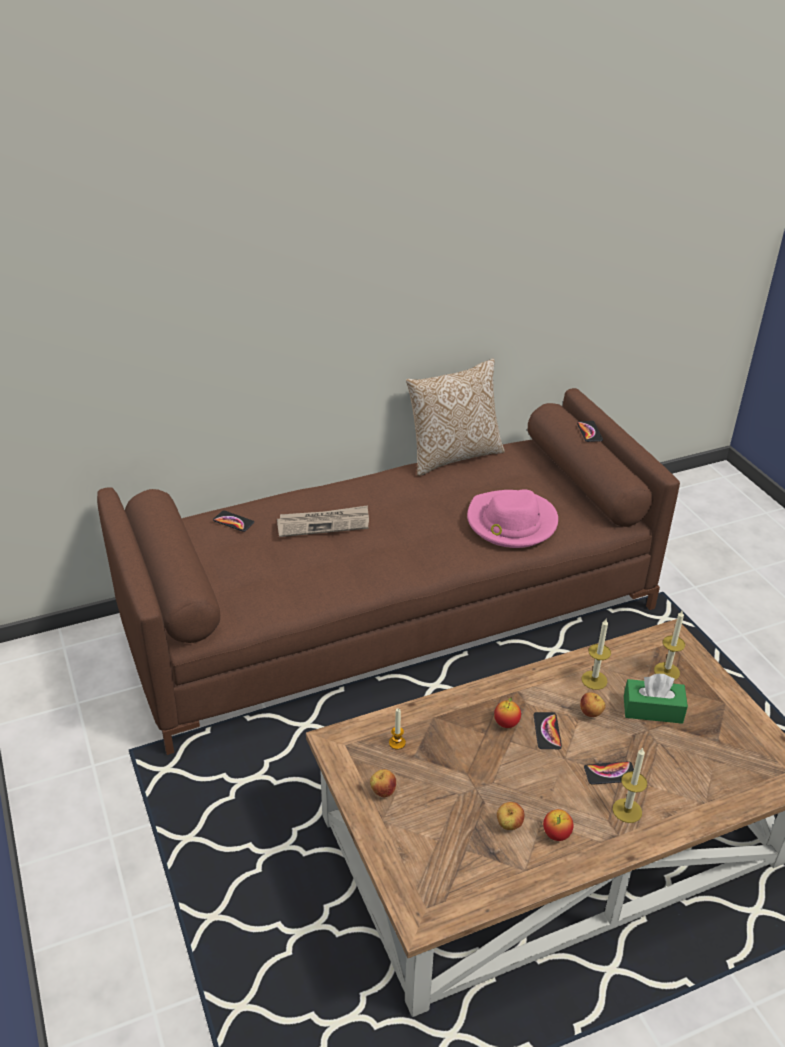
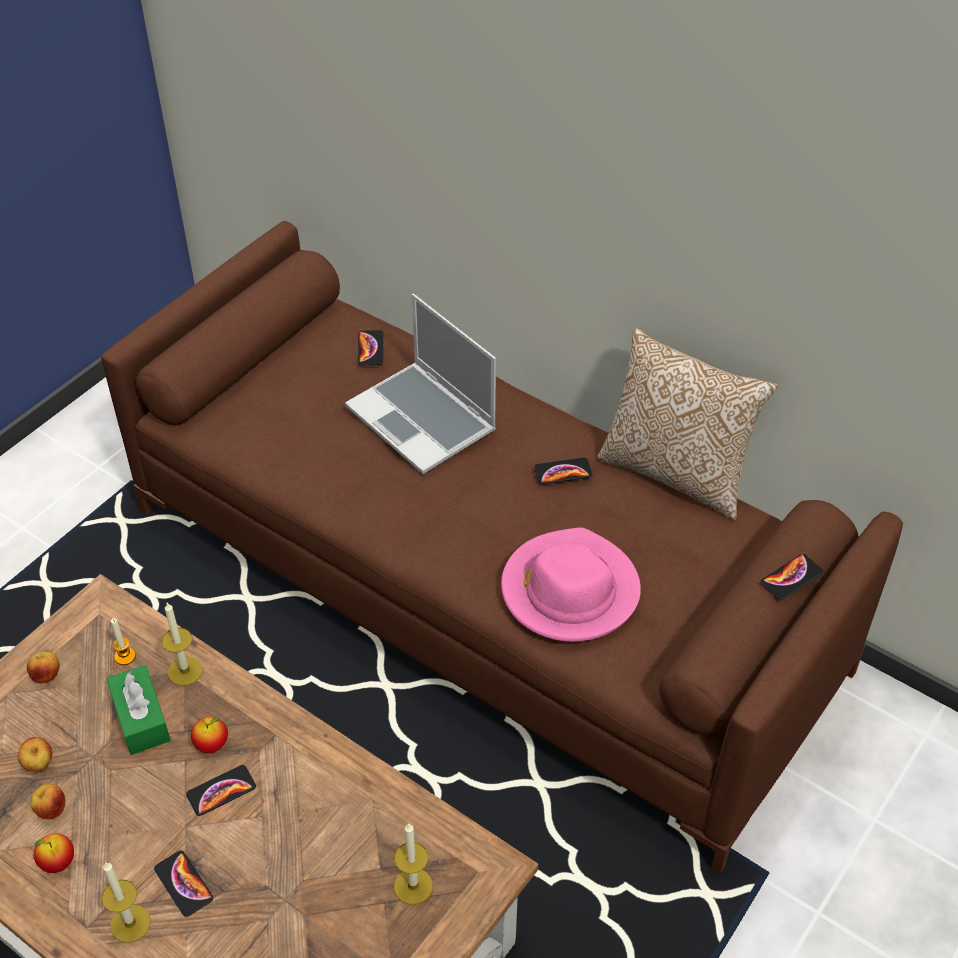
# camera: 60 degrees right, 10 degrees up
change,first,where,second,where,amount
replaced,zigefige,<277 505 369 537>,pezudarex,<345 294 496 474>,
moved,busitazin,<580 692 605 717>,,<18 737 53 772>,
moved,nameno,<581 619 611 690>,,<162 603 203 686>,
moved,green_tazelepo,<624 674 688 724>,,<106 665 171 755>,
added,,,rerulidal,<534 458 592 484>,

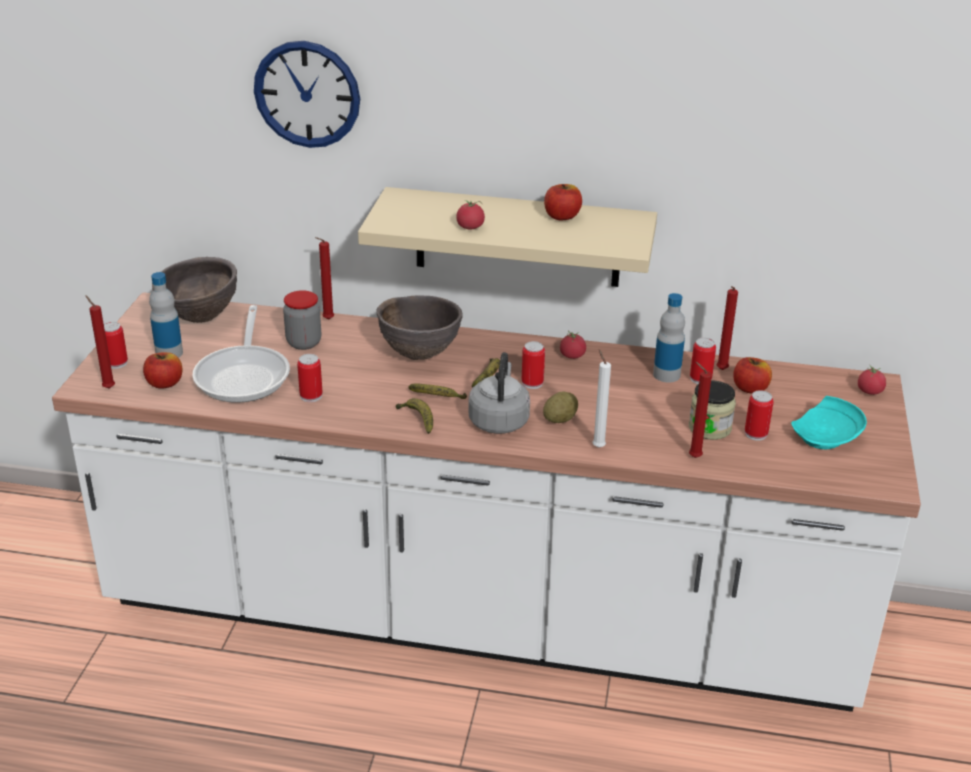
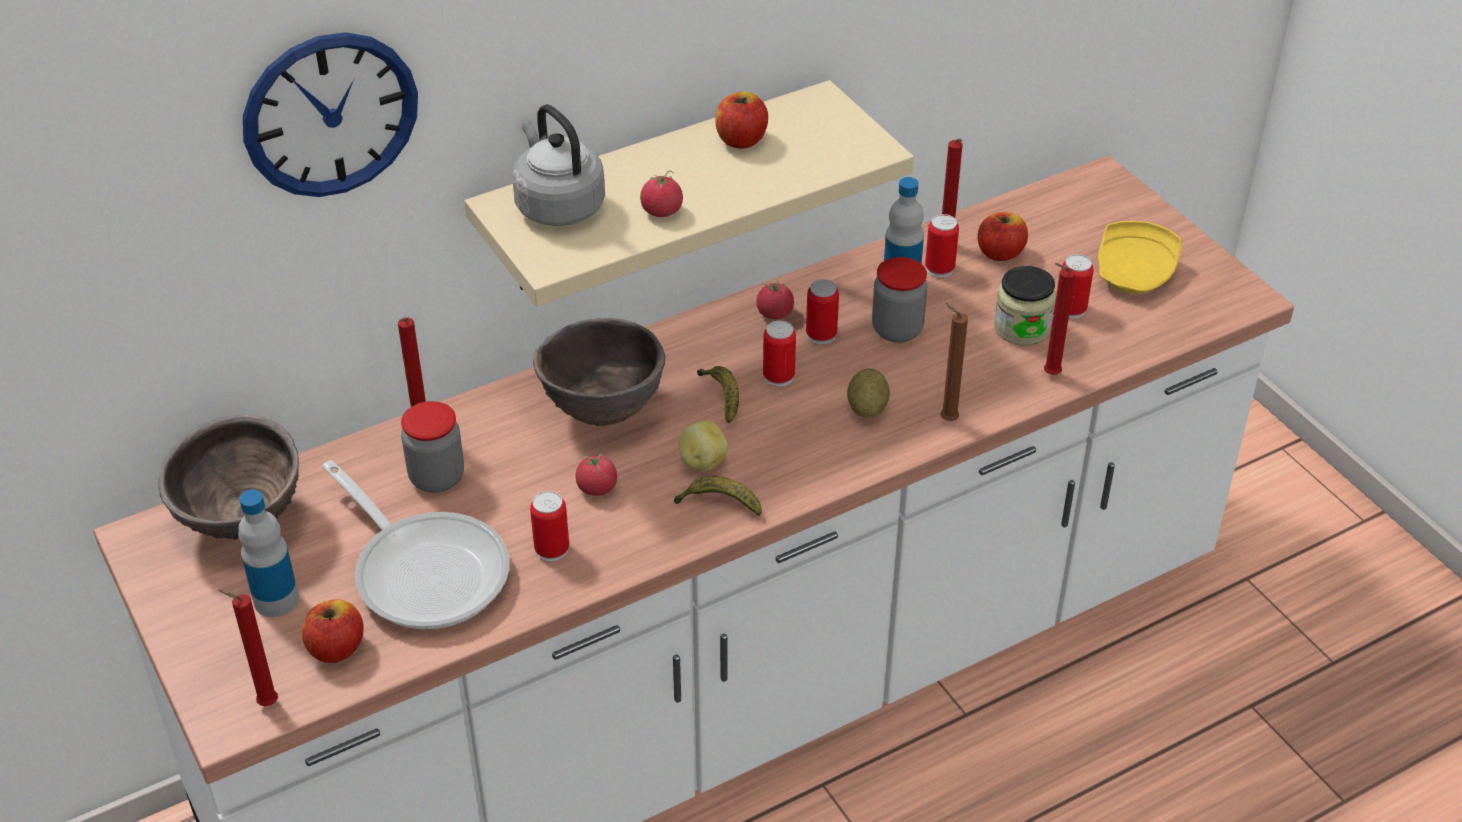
# camera: 40 degrees left, 10 degrees up
change,first,where,second,where,amount
moved,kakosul,<104 322 128 369>,,<806 279 839 345>,
replaced,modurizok,<408 383 467 399>,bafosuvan,<678 421 728 471>,
moved,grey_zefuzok,<468 352 530 434>,,<512 104 605 226>,
recoloured,white_nameno,<592 349 611 448>,brown_nameno,<941 302 968 421>,
recoloured,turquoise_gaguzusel,<791 396 867 449>,yellow_gaguzusel,<1098 221 1181 294>,
moved,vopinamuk,<858 365 886 395>,,<576 453 617 496>,
added,,,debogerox,<872 257 928 343>,

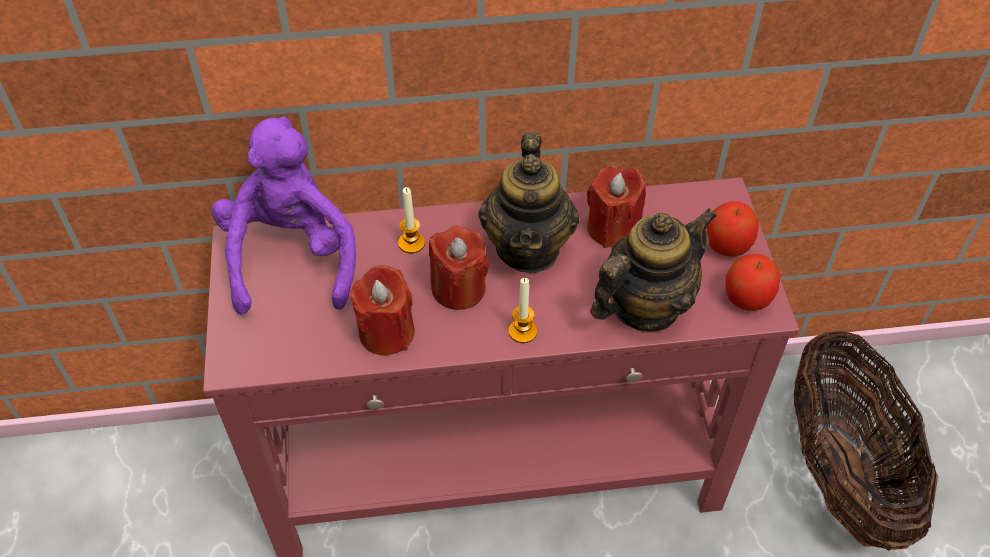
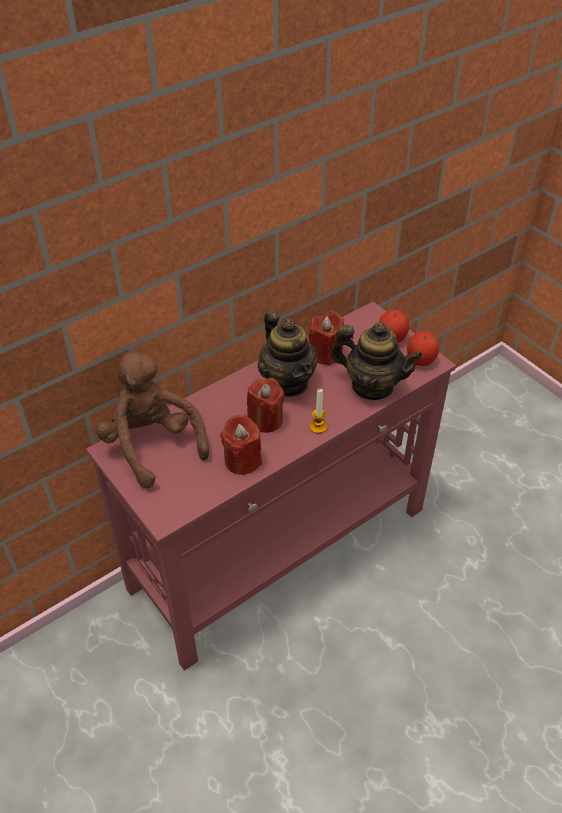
# camera: 30 degrees left, 5 degrees down
change,first,where,second,where,amount
recoloured,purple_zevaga,<211 116 356 315>,brown_zevaga,<96 352 209 489>,
removed,nameno,<398 187 425 253>,,,
turned,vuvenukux,<590 208 717 331>,,<330 322 423 400>,90 degrees clockwise
removed,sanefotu,<794 331 938 551>,,,

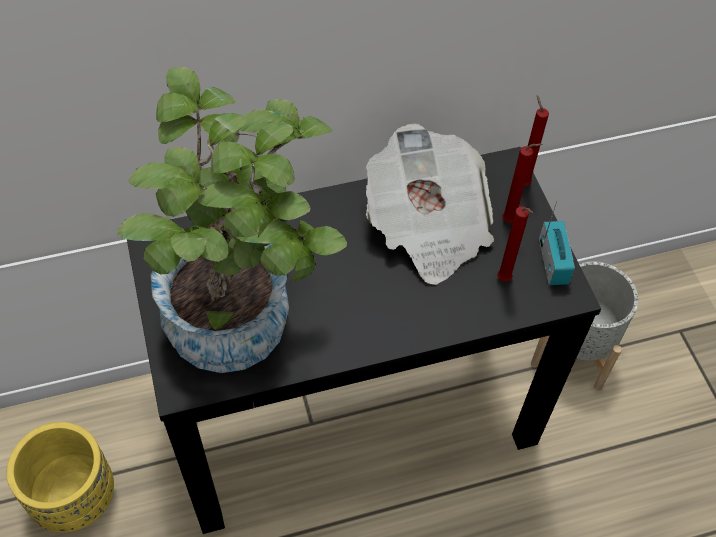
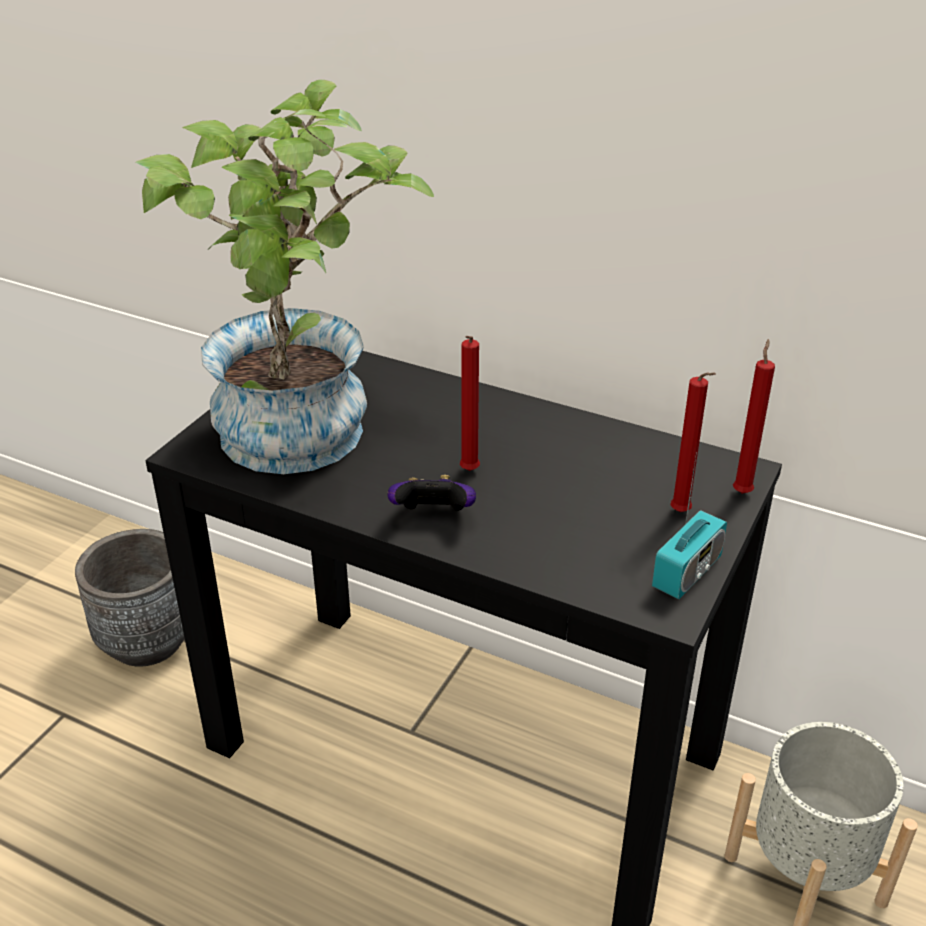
# camera: 45 degrees right, 20 degrees down
change,first,where,second,where,amount
recoloured,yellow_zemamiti,<7 422 114 533>,grey_zemamiti,<75 529 185 667>,
removed,zigefige,<366 123 494 285>,,,
moved,red_nameno,<497 206 533 282>,,<460 336 480 471>,
added,,,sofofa,<388 475 476 511>,

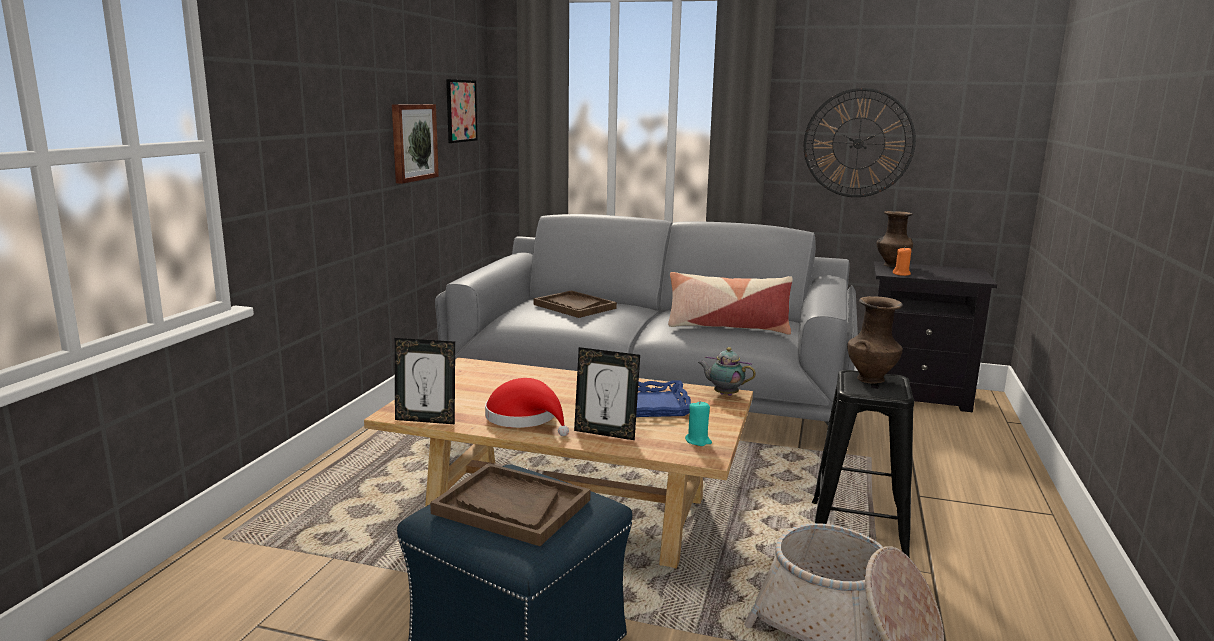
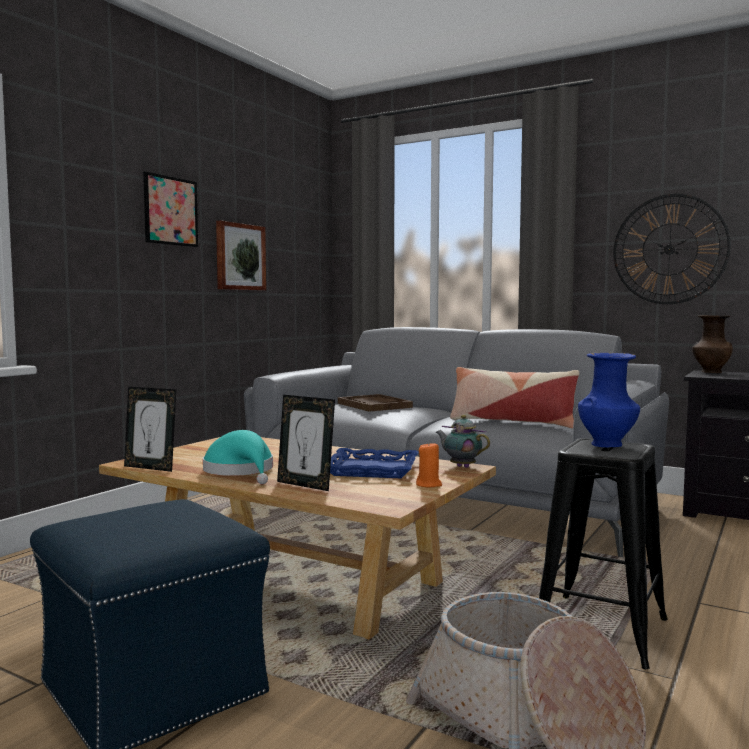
# camera: 15 degrees right, 10 degrees down
change,first,where,second,where,amount
removed,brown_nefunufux,<430 463 590 546>,,,
moved,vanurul,<446 79 477 143>,,<143 172 198 247>,
recoloured,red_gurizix,<485 378 569 436>,turquoise_gurizix,<203 430 273 484>,
removed,turquoise_nameno,<685 401 712 446>,,,
recoloured,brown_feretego,<847 296 903 384>,blue_feretego,<578 353 640 447>,
moved,orange_nameno,<893 247 911 276>,,<416 442 442 487>,

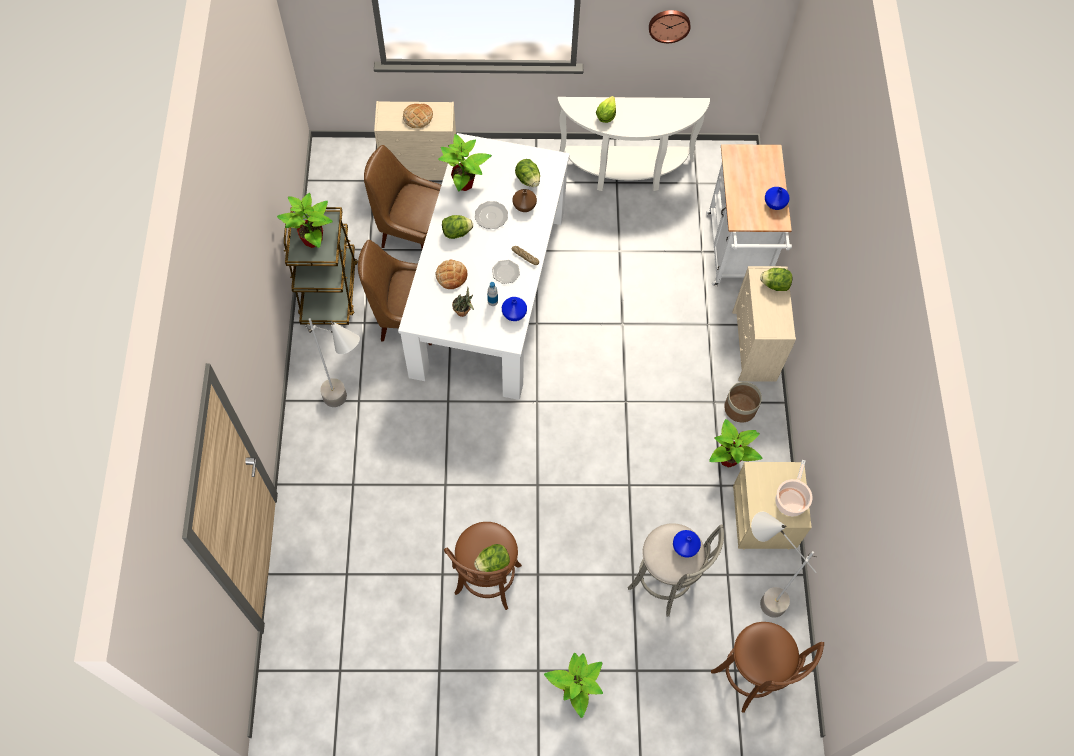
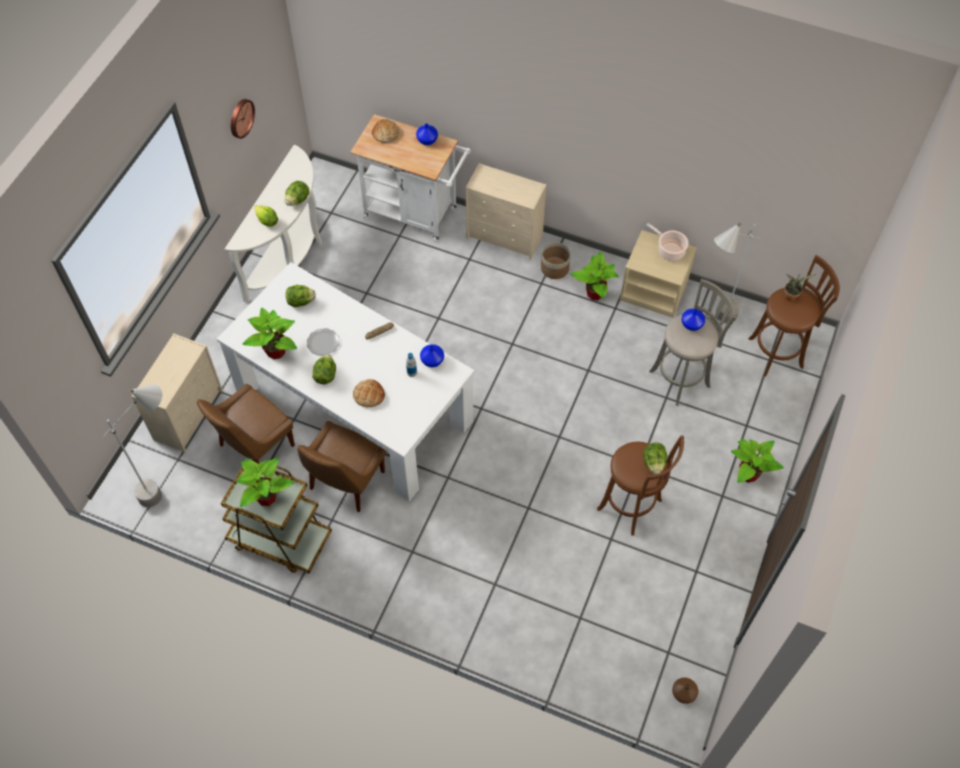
# camera: 65 degrees left, 5 degrees down
change,first,where,second,where,amount
moved,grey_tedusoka,<305 318 360 407>,,<103 384 162 507>,
moved,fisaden,<403 104 433 128>,,<372 119 399 143>,
moved,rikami,<452 287 474 317>,,<784 274 816 301>,
removed,gaguzusel,<492 260 520 284>,,,
moved,brown_feretego,<513 189 537 212>,,<672 677 698 704>,
moved,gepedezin,<760 268 793 291>,,<285 181 310 206>,

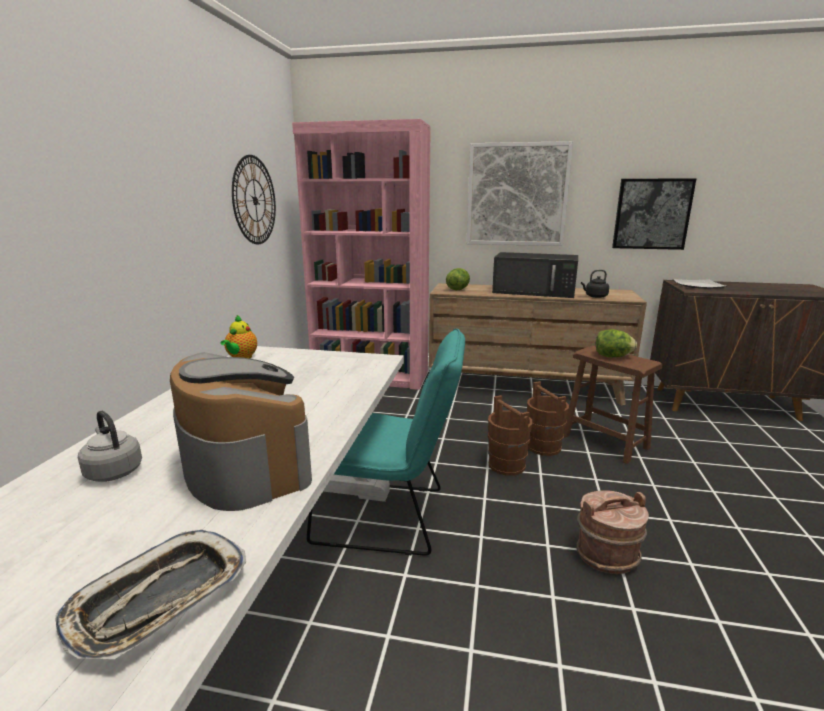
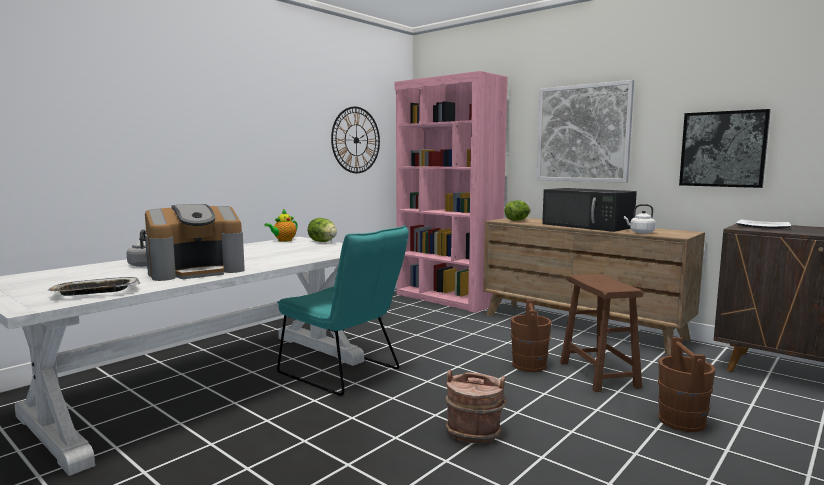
# camera: 30 degrees right, 10 degrees down
change,first,where,second,where,amount
turned,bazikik,<170 352 312 511>,,<145 204 245 281>,60 degrees clockwise
moved,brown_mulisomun,<488 395 532 476>,,<658 337 716 432>,
recoloured,black_zefuzok,<581 270 609 298>,white_zefuzok,<624 204 656 233>,
moved,gepedezin,<596 329 637 357>,,<308 218 337 242>,

